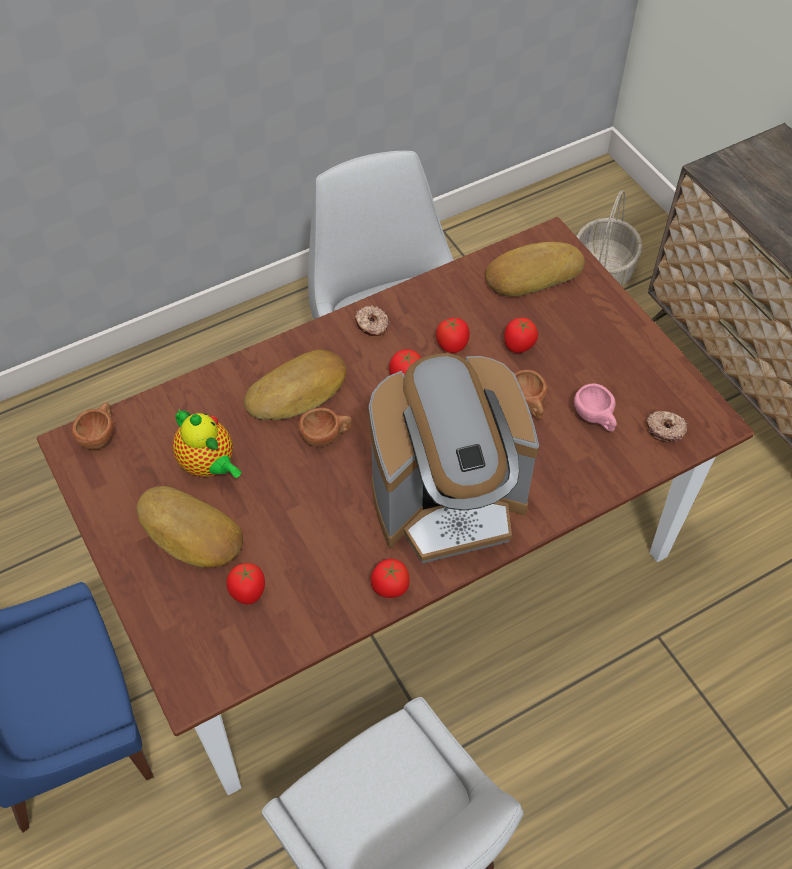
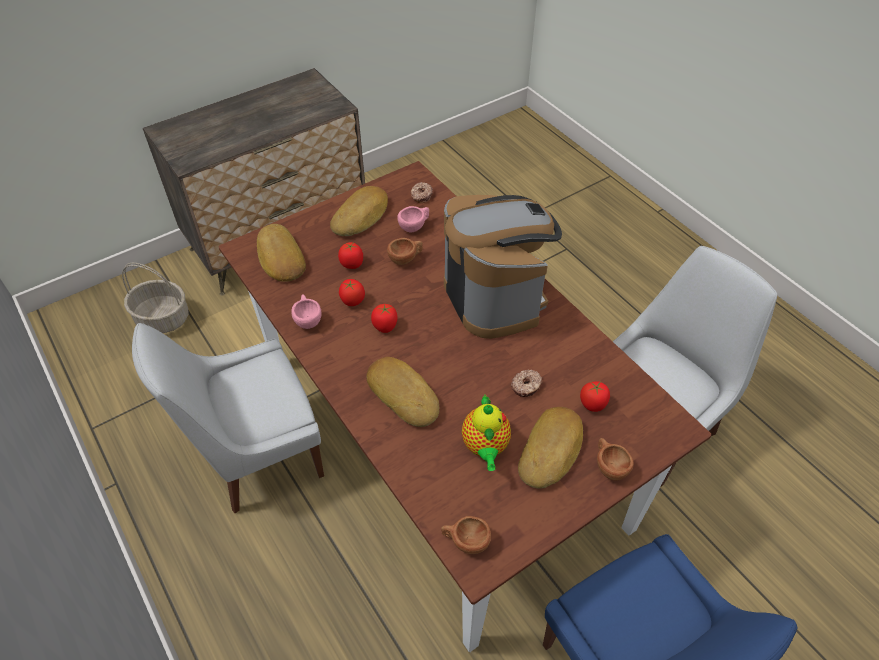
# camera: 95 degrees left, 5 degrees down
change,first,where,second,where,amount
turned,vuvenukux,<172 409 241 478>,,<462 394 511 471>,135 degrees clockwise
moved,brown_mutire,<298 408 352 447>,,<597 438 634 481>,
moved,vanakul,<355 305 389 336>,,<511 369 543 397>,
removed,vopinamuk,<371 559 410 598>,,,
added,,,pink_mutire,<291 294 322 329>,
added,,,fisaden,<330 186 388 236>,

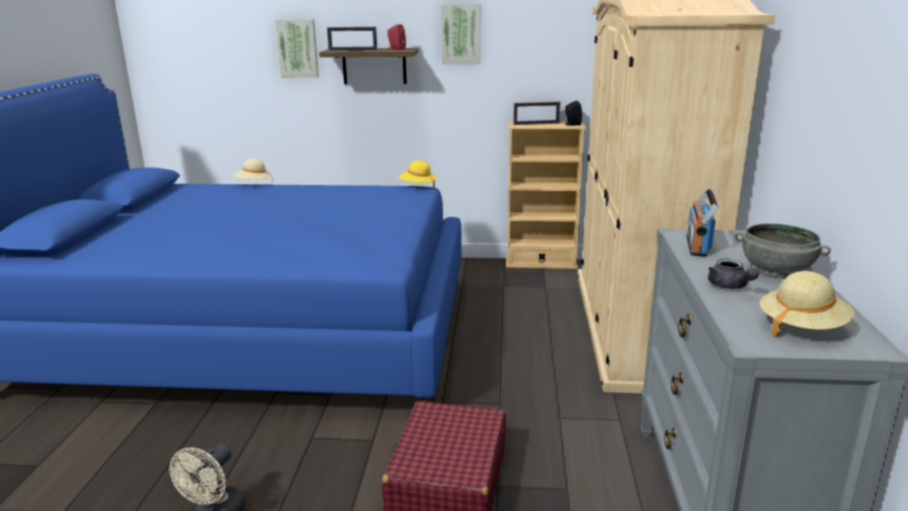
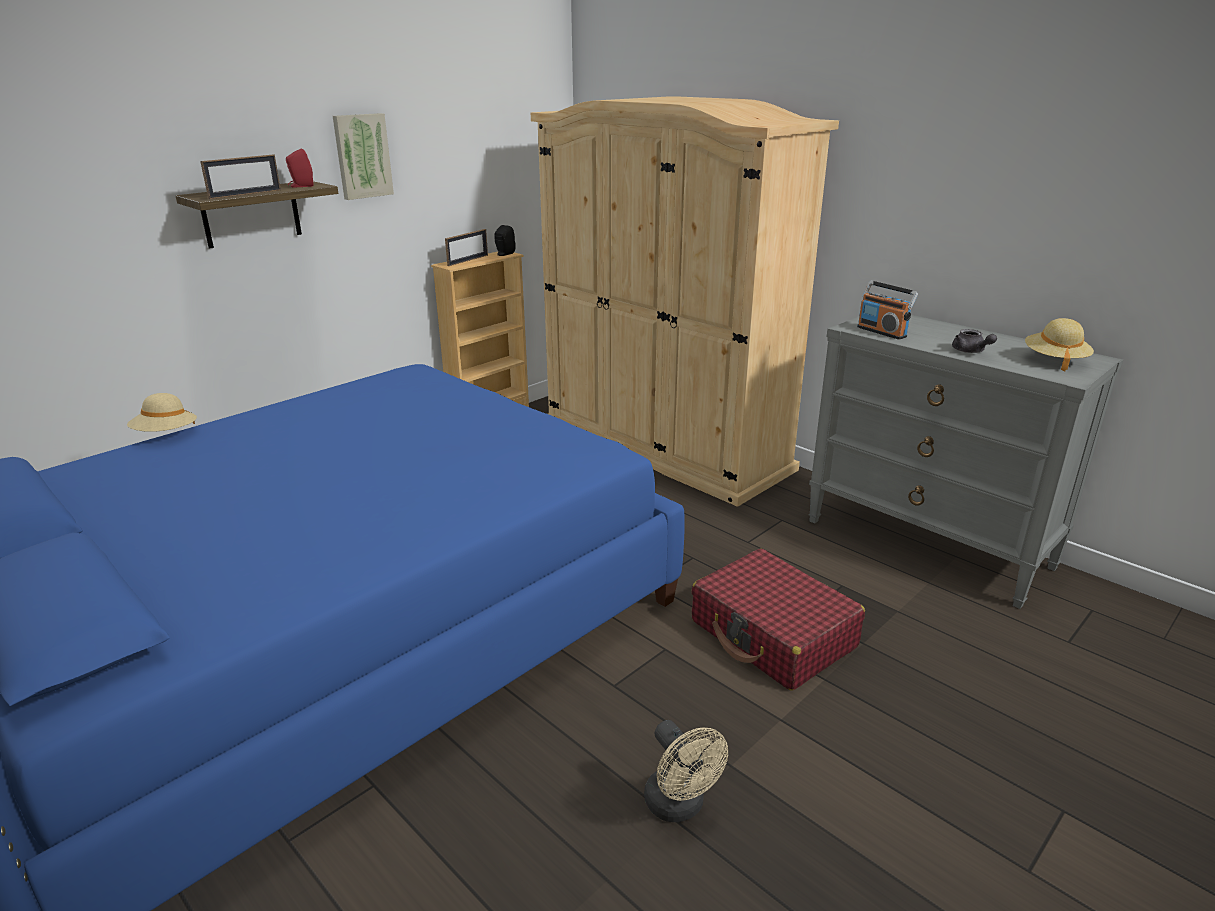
# camera: 50 degrees left, 5 degrees up
change,first,where,second,where,amount
removed,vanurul,<275 19 319 78>,,,
removed,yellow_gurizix,<399 160 436 189>,,,
turned,grey_vuvenukux,<708 258 759 289>,,<952 329 997 353>,45 degrees clockwise
removed,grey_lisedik,<734 224 831 279>,,,

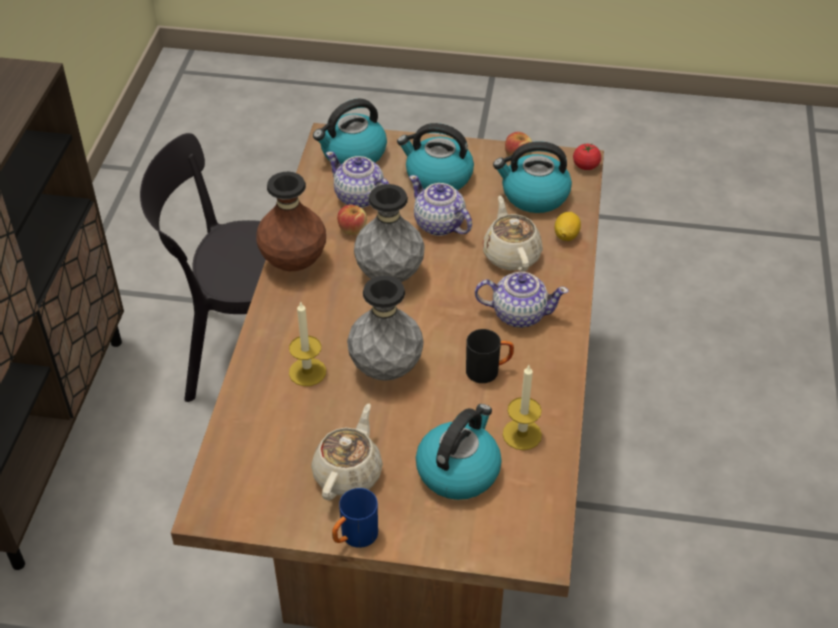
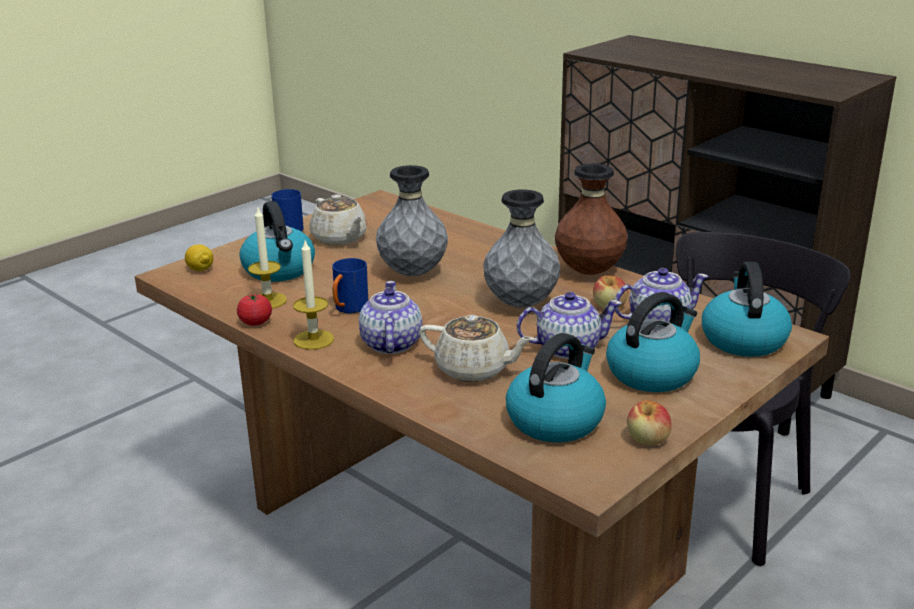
# camera: 125 degrees right, 20 degrees down
change,first,where,second,where,amount
moved,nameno,<289 301 326 386>,,<293 241 334 350>,
recoloured,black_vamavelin,<466 329 514 383>,blue_vamavelin,<332 258 368 313>,
turned,vuvenukux,<475 272 569 328>,,<359 281 423 354>,135 degrees clockwise
moved,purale,<555 212 581 241>,,<185 244 213 271>,
moved,vopinamuk,<573 143 601 170>,,<237 294 272 326>,

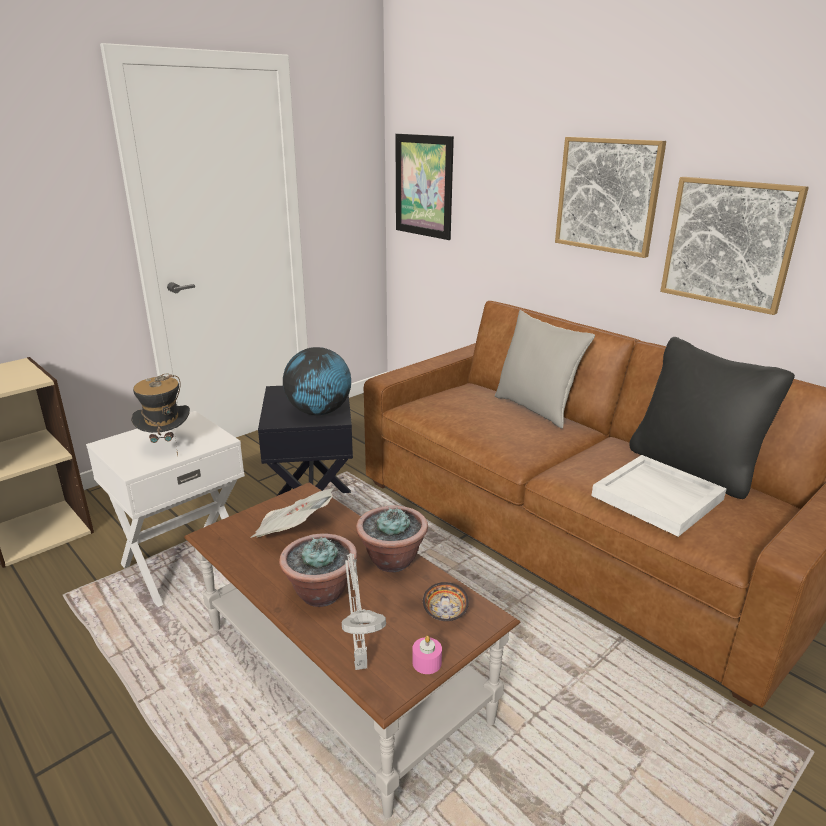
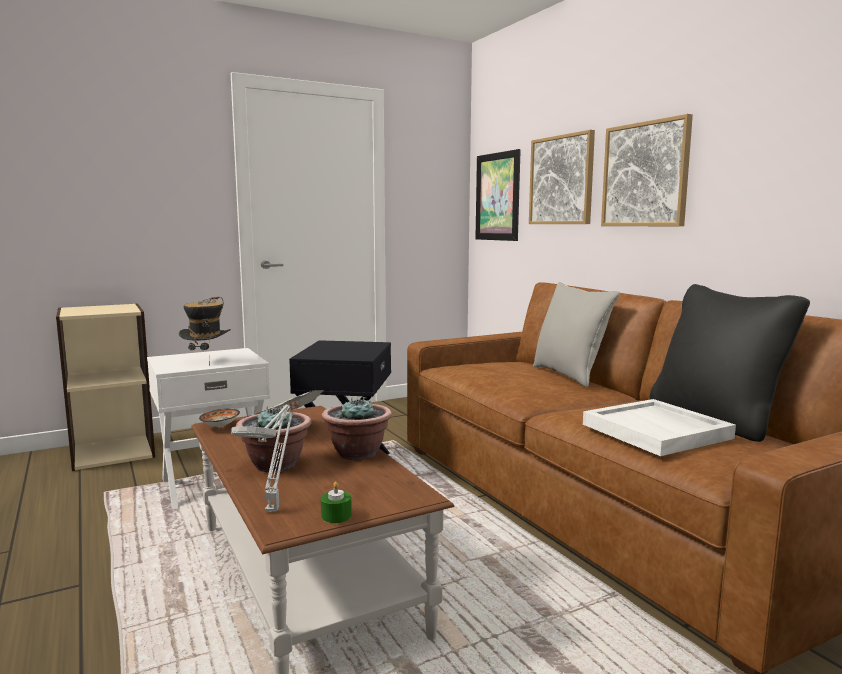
# camera: 15 degrees right, 15 degrees down
change,first,where,second,where,amount
removed,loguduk,<283 347 351 415>,,,
recoloured,pink_nameno,<412 636 442 674>,green_nameno,<321 482 352 523>,
moved,lisedik,<423 582 469 621>,,<199 409 240 427>,
moved,vanurul,<660 177 809 315>,,<529 130 595 224>,

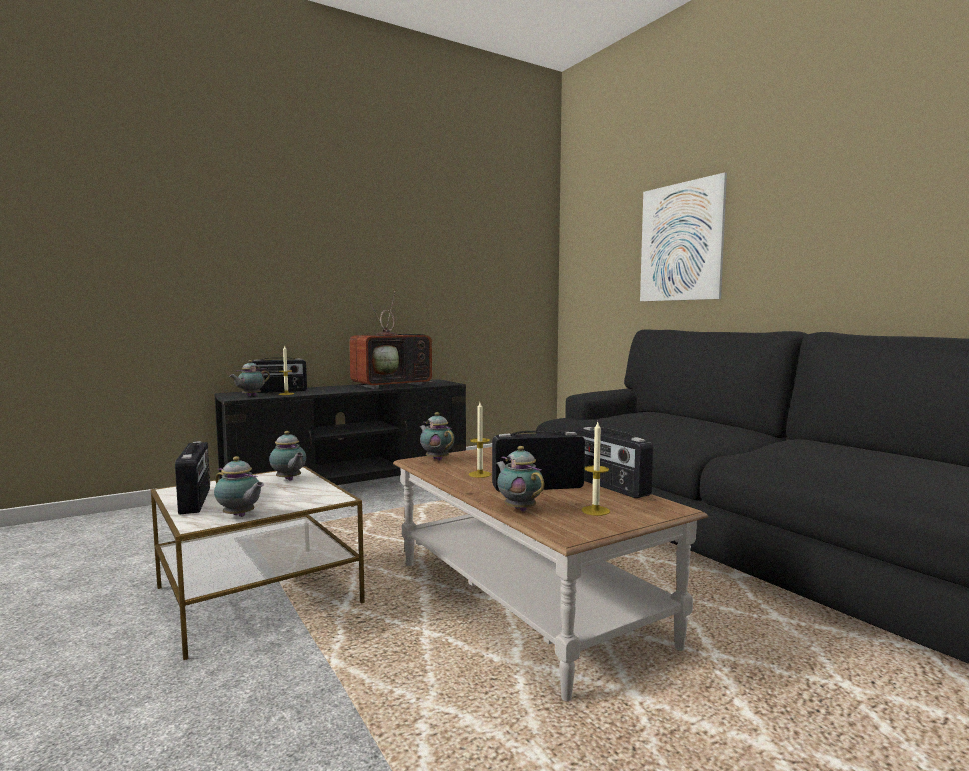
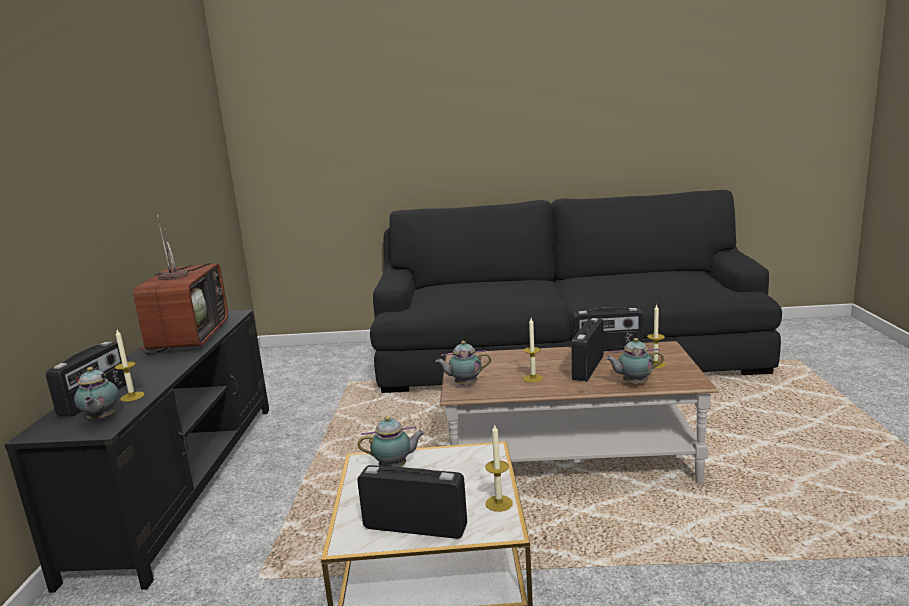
# camera: 55 degrees left, 10 degrees up
change,first,where,second,where,amount
replaced,vuvenukux,<214 456 264 517>,nameno,<485 423 513 512>,
removed,vanurul,<640 172 727 301>,,,

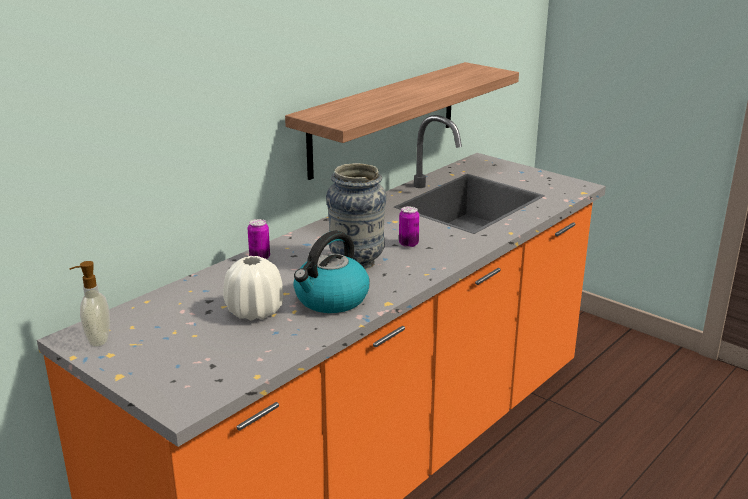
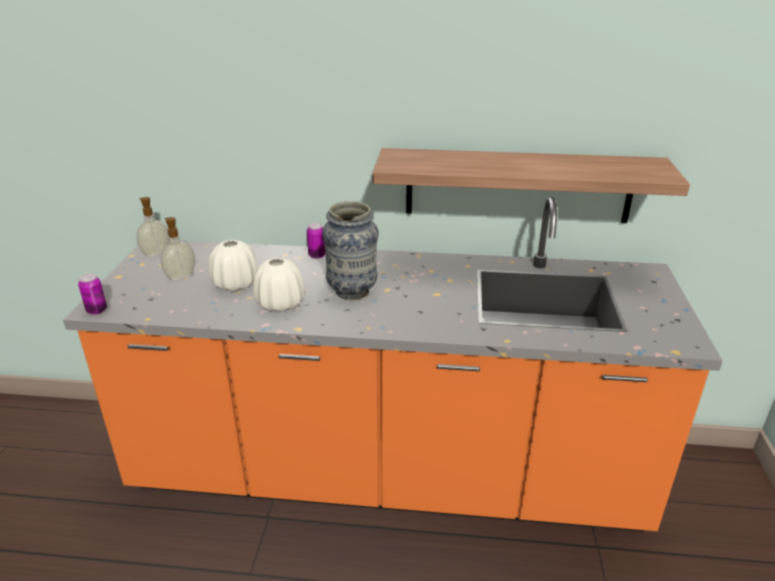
# camera: 55 degrees right, 5 degrees up
change,first,where,second,where,amount
replaced,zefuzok,<293 231 370 313>,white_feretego,<253 258 305 312>,
moved,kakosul,<399 206 420 247>,,<78 274 107 315>,
added,,,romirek,<160 217 195 281>,

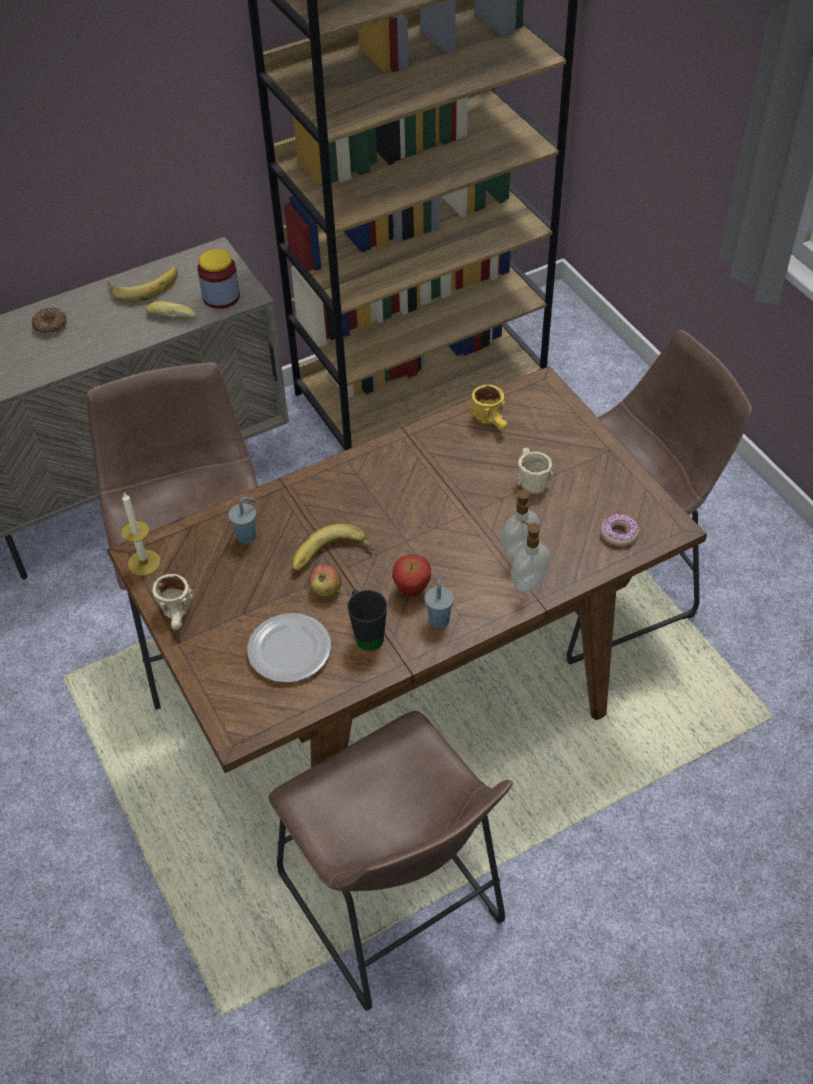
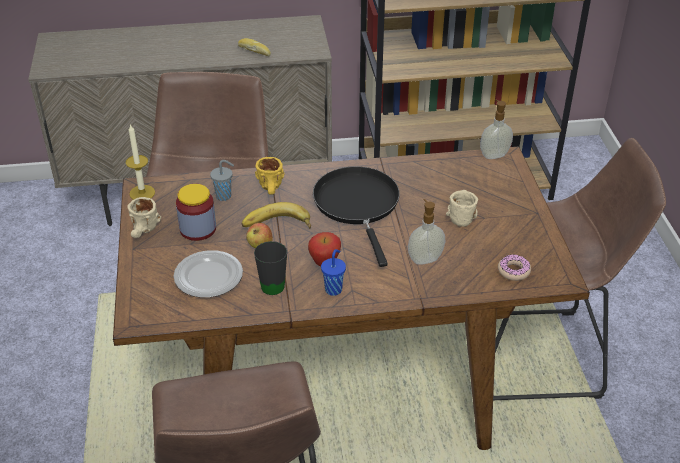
# camera: 20 degrees right, 10 degrees down
change,first,where,second,where,amount
removed,vanakul,<32 307 67 335>,,,
removed,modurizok,<108 267 178 303>,,,
moved,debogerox,<197 249 240 309>,,<176 184 216 241>,
recoloured,grey_mutire,<425 577 454 629>,blue_mutire,<321 249 346 296>,
moved,yellow_vamavelin,<470 385 507 430>,,<255 157 285 195>,
moved,romirek,<511 520 550 592>,,<480 99 513 159>,
added,,,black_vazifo,<313 166 400 267>,

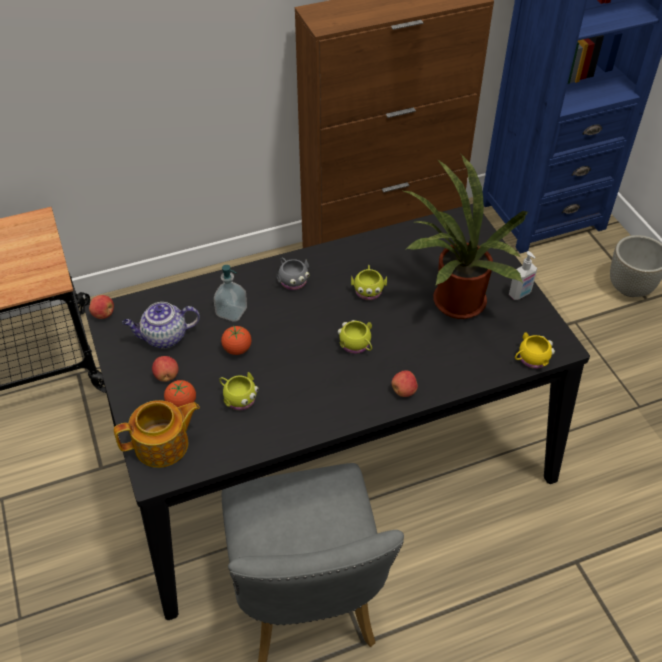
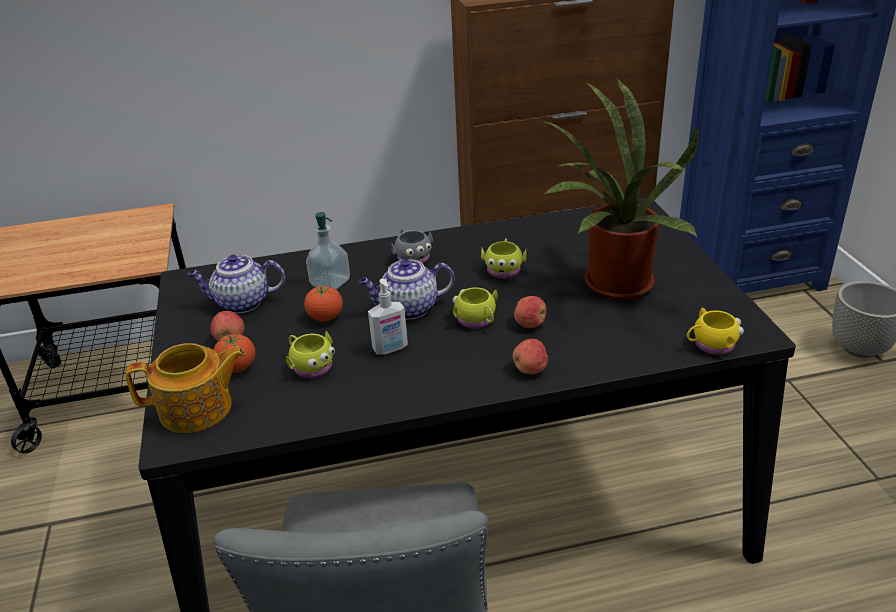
# camera: 10 degrees right, 15 degrees down
change,first,where,second,where,amount
moved,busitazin,<89 295 114 319>,,<514 296 547 328>,
moved,romirek,<509 251 537 300>,,<368 278 408 355>,
added,,,vuvenukux,<359 259 455 320>,

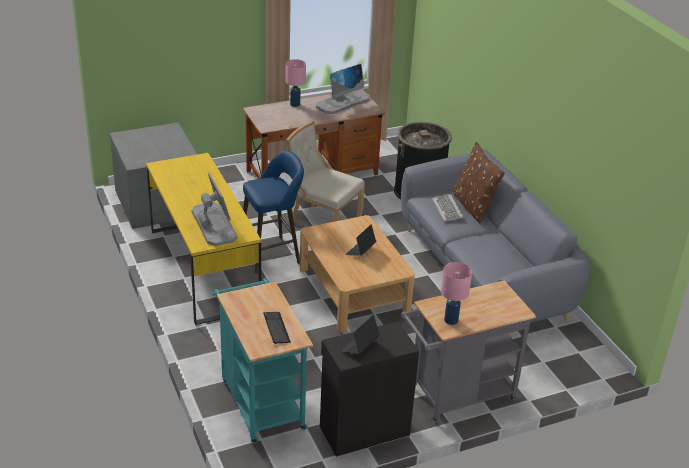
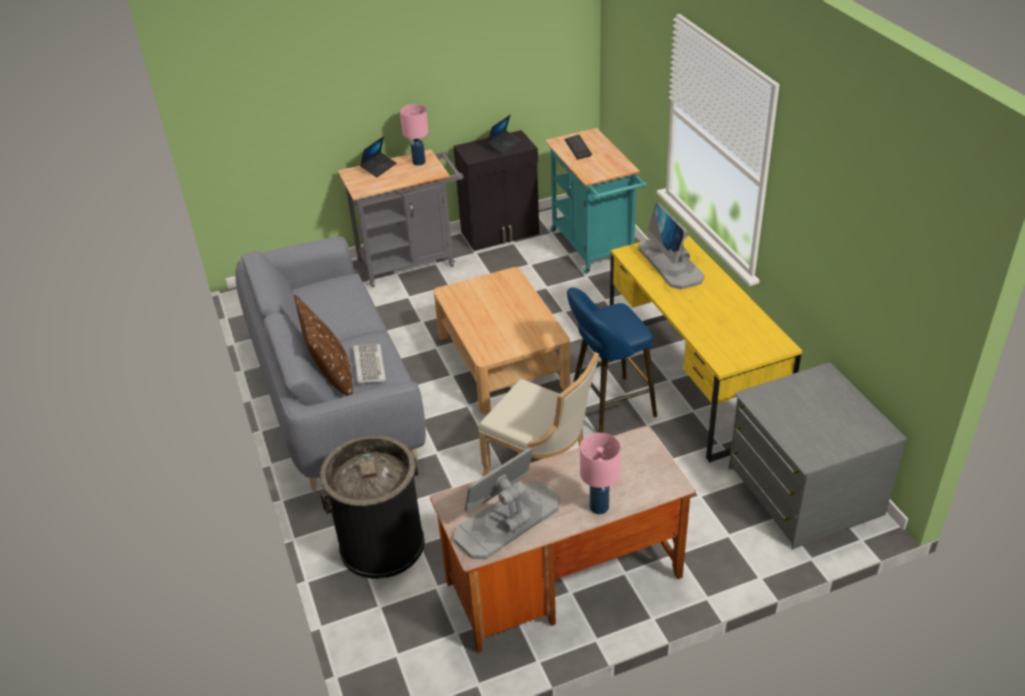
# camera: 175 degrees left, 5 degrees up
change,first,where,second,where,amount
moved,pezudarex,<346 224 376 256>,,<360 136 397 177>,

